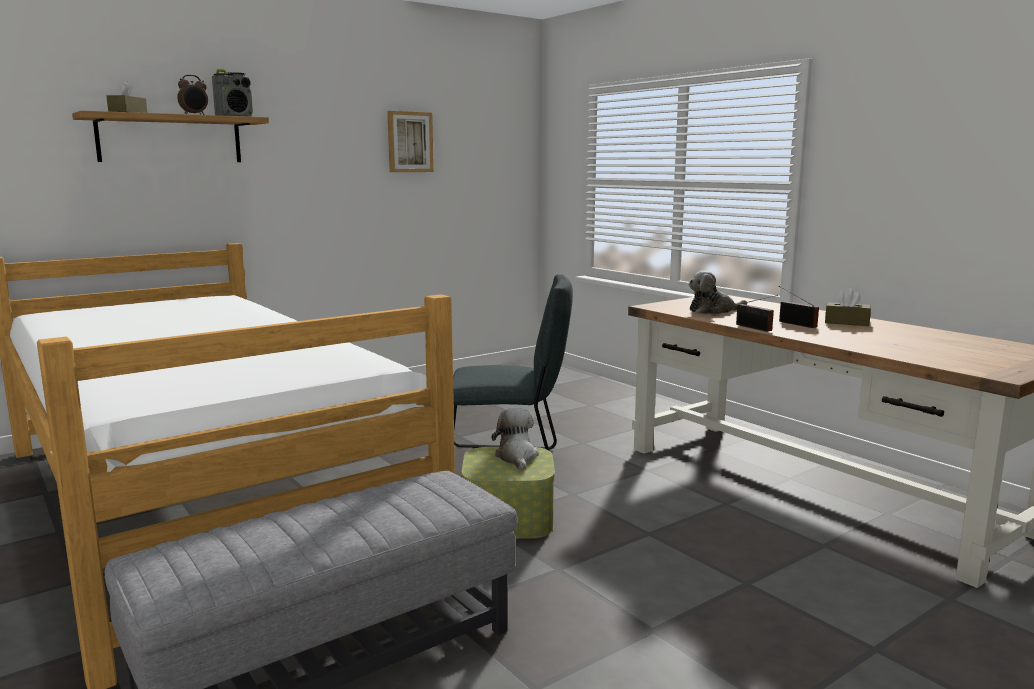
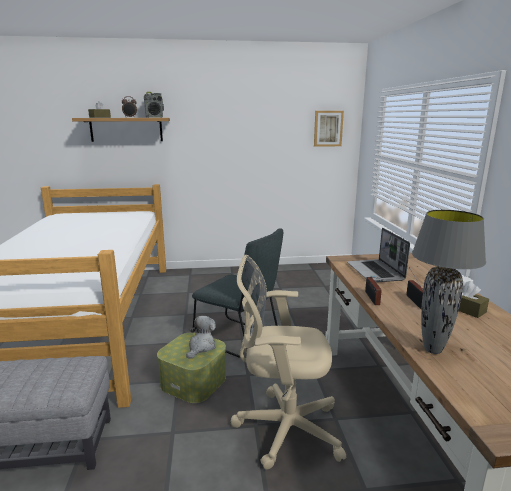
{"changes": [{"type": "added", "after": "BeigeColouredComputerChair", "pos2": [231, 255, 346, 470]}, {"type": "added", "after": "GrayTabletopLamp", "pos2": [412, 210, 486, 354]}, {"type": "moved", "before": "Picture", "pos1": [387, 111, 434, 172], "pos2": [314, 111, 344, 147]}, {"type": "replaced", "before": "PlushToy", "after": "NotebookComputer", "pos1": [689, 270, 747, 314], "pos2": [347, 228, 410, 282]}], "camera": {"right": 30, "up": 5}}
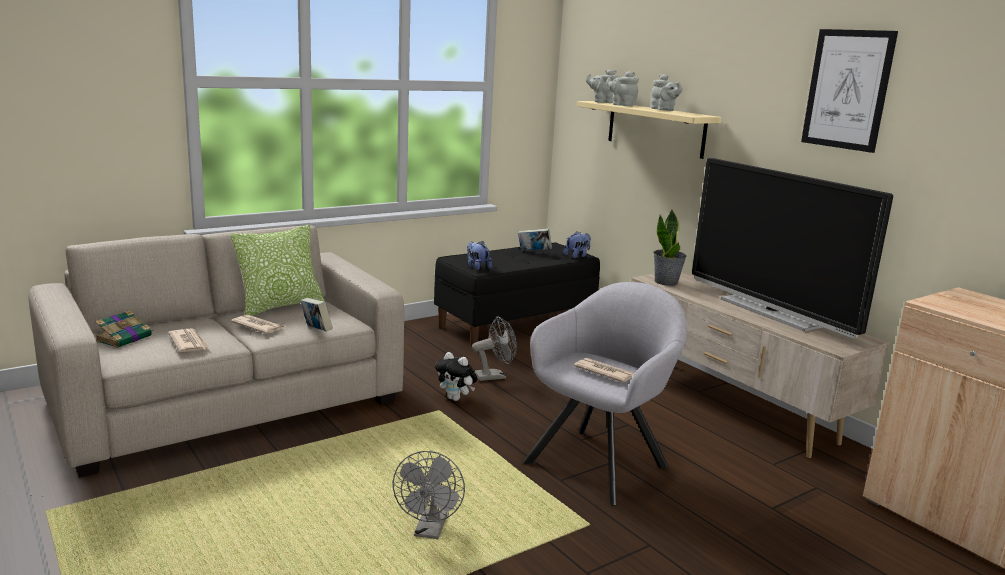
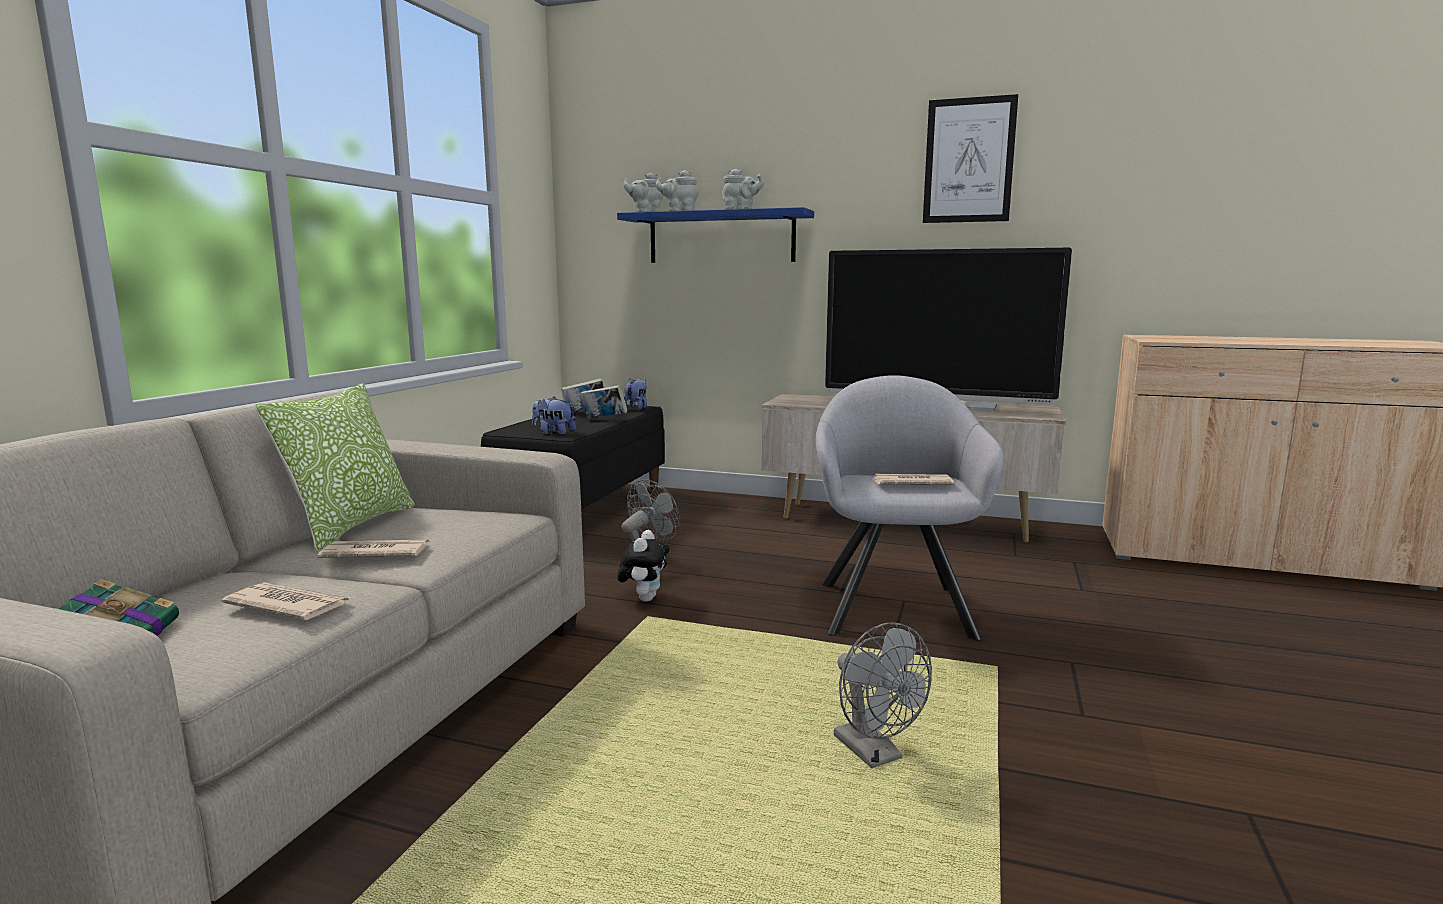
{"changes": [{"type": "removed", "before": "PottedPlant", "pos1": [653, 210, 687, 286]}, {"type": "moved", "before": "Volume", "pos1": [300, 298, 333, 332], "pos2": [580, 385, 628, 419]}, {"type": "recoloured", "before": "BeigeColouredWallShelf", "after": "BlueColouredWallShelf", "pos1": [577, 101, 722, 159], "pos2": [617, 207, 814, 263]}, {"type": "turned", "before": "PlushToy", "pos1": [435, 352, 478, 401], "pos2": [617, 530, 669, 602], "turn": -75}], "camera": {"right": -35, "up": -5}}
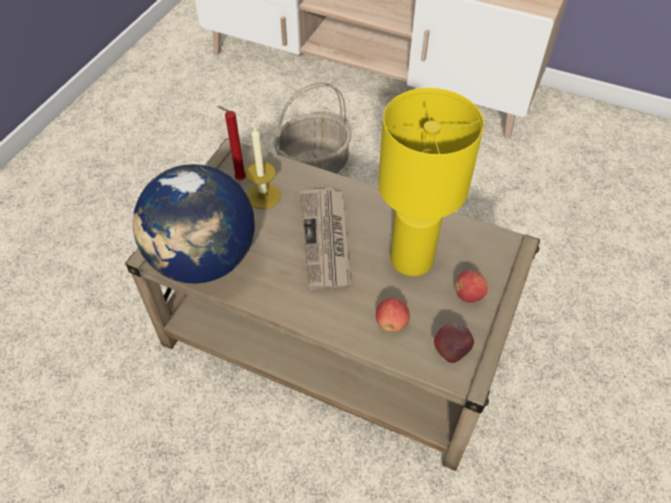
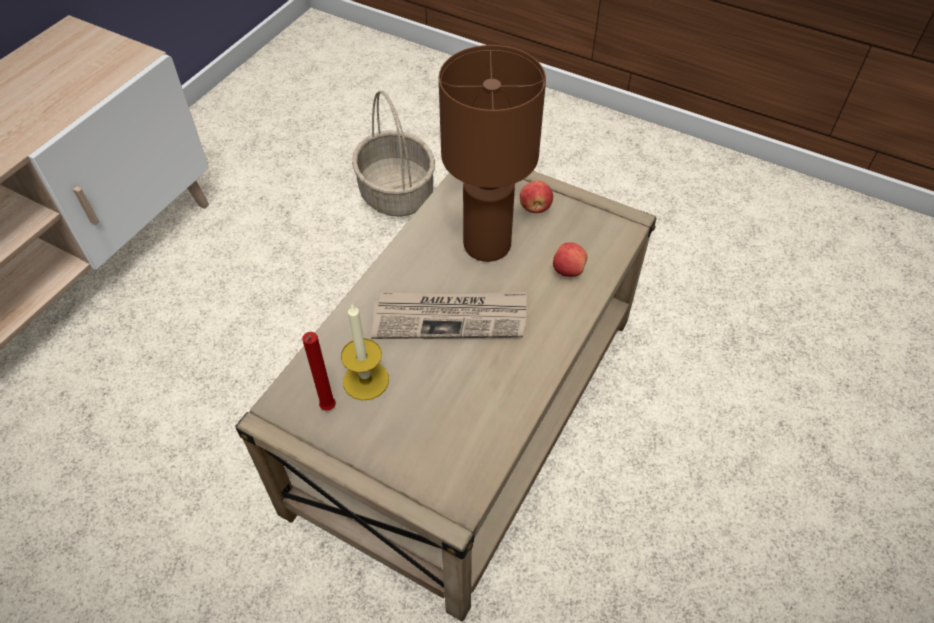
{"changes": [{"type": "removed", "before": "WorldGlobe", "pos1": [133, 164, 255, 284]}, {"type": "removed", "before": "WholeApple", "pos1": [434, 323, 474, 363]}, {"type": "moved", "before": "HouseholdBasket", "pos1": [274, 82, 351, 174], "pos2": [352, 90, 435, 217]}, {"type": "recoloured", "before": "YellowTabletopLamp", "after": "BrownColouredTabletopLamp", "pos1": [378, 88, 484, 276], "pos2": [439, 45, 546, 262]}], "camera": {"right": -85, "up": 0}}
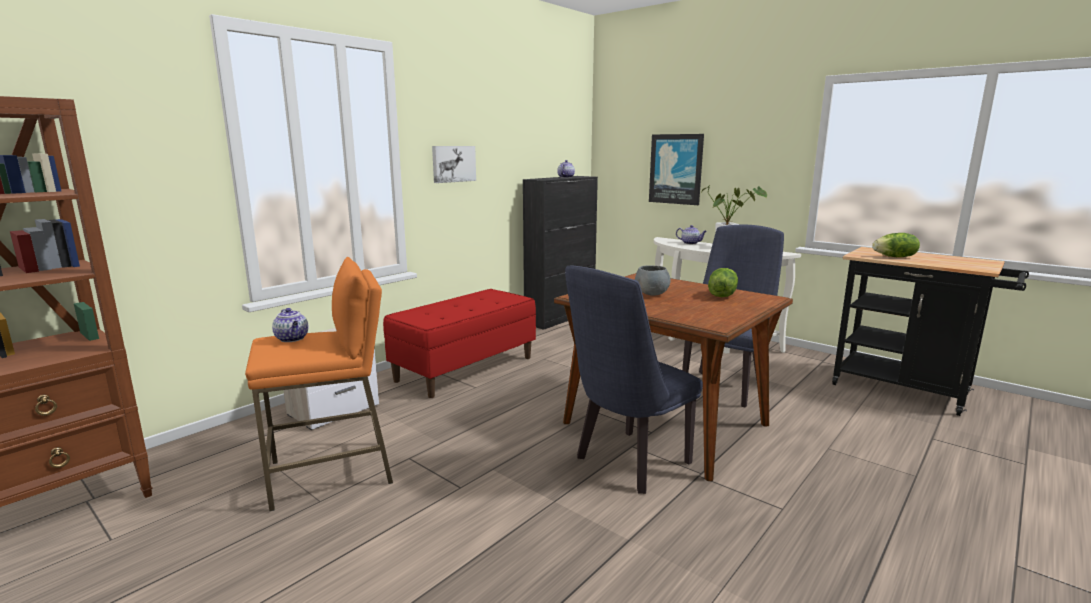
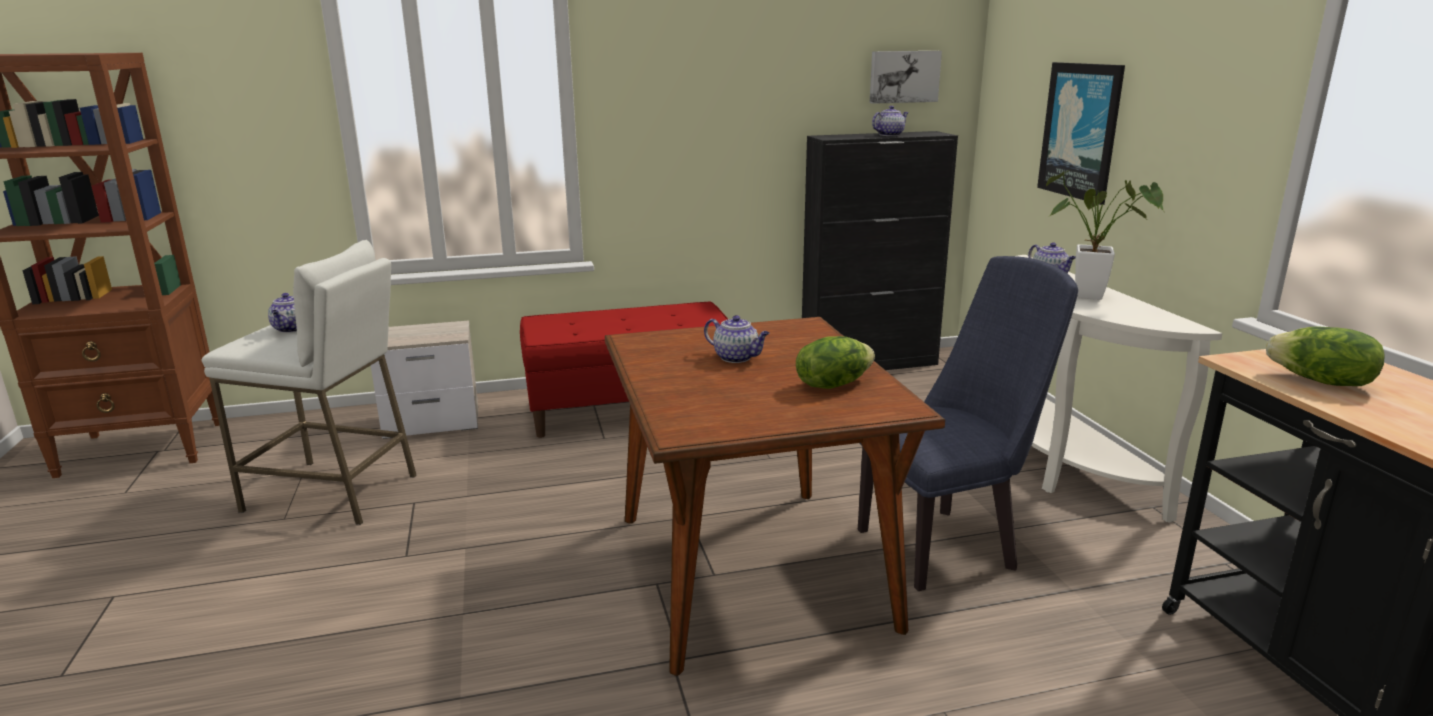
{"changes": [{"type": "removed", "before": "BlueColouredPlainChair", "pos1": [565, 265, 703, 494]}, {"type": "moved", "before": "Picture", "pos1": [432, 146, 476, 183], "pos2": [869, 51, 942, 104]}, {"type": "replaced", "before": "GrayDeepDish", "after": "Teapot", "pos1": [635, 265, 671, 296], "pos2": [704, 315, 770, 363]}, {"type": "recoloured", "before": "OrangeSittingStool", "after": "WhiteColouredSittingStool", "pos1": [245, 257, 393, 511], "pos2": [202, 240, 417, 525]}], "camera": {"right": 35, "up": 5}}
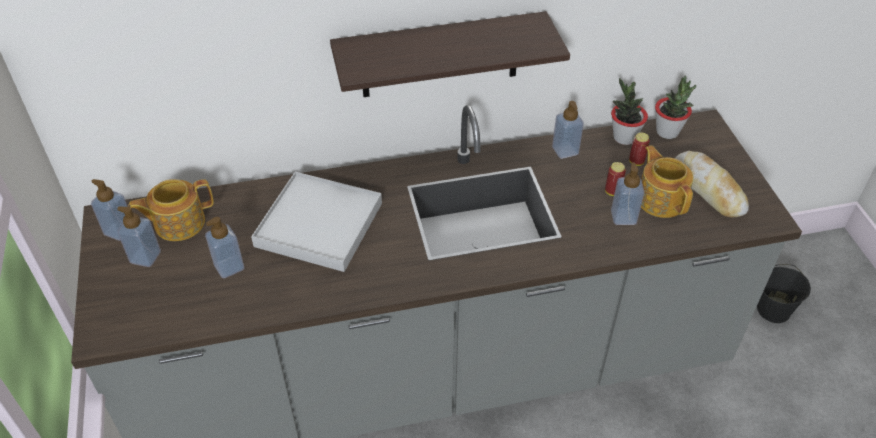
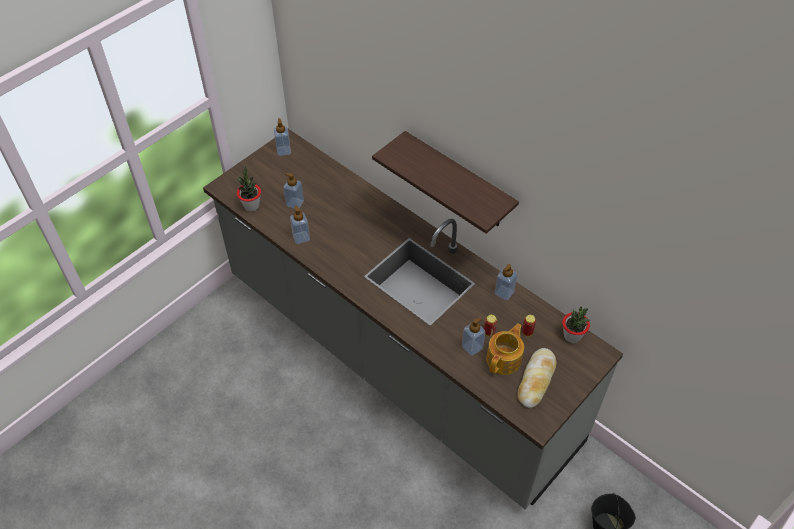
{"changes": [{"type": "removed", "before": "Teapot", "pos1": [128, 179, 214, 241]}, {"type": "removed", "before": "WhiteColouredTray", "pos1": [251, 172, 382, 272]}, {"type": "moved", "before": "LiquidSoapBottle", "pos1": [117, 207, 161, 267], "pos2": [290, 205, 310, 244]}, {"type": "moved", "before": "PottedPlant", "pos1": [611, 78, 648, 145], "pos2": [237, 166, 261, 212]}], "camera": {"right": 55, "up": 5}}
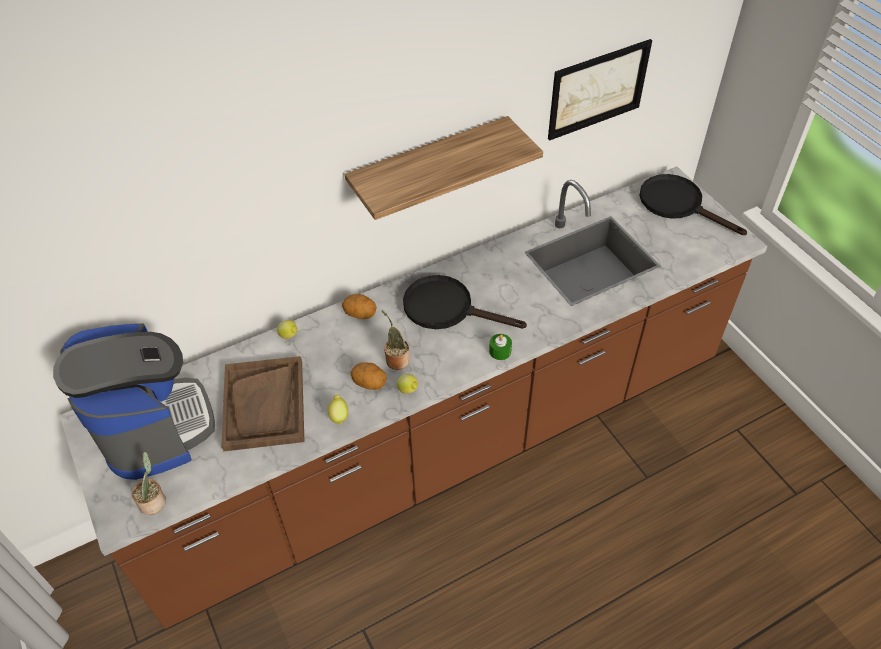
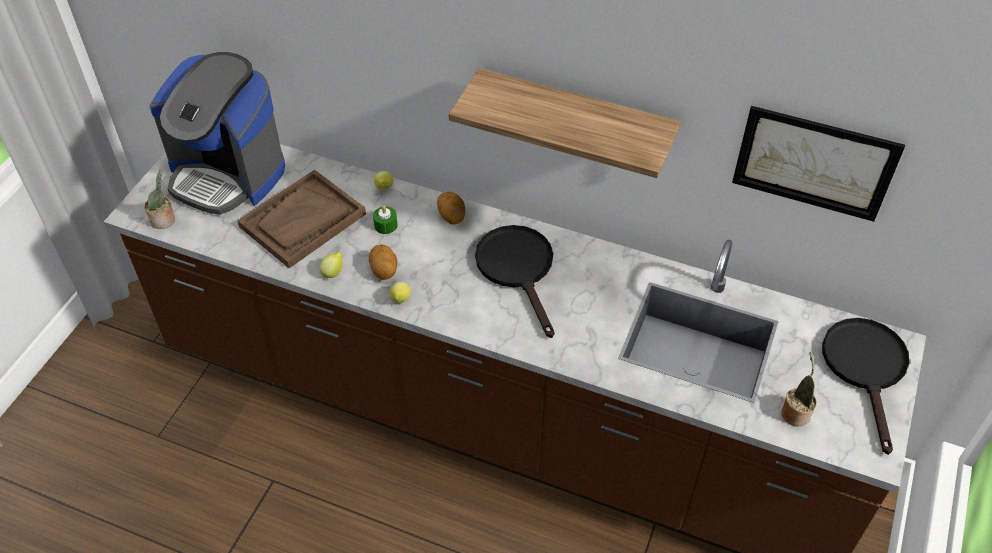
{"changes": [{"type": "moved", "before": "PottedPlant", "pos1": [382, 310, 410, 370], "pos2": [781, 352, 817, 426]}, {"type": "moved", "before": "GreenWaxLight", "pos1": [489, 334, 512, 360], "pos2": [373, 206, 398, 234]}, {"type": "turned", "before": "CoffeeMachine", "pos1": [53, 323, 215, 480], "pos2": [150, 52, 285, 215], "turn": 90}], "camera": {"right": 50, "up": 0}}
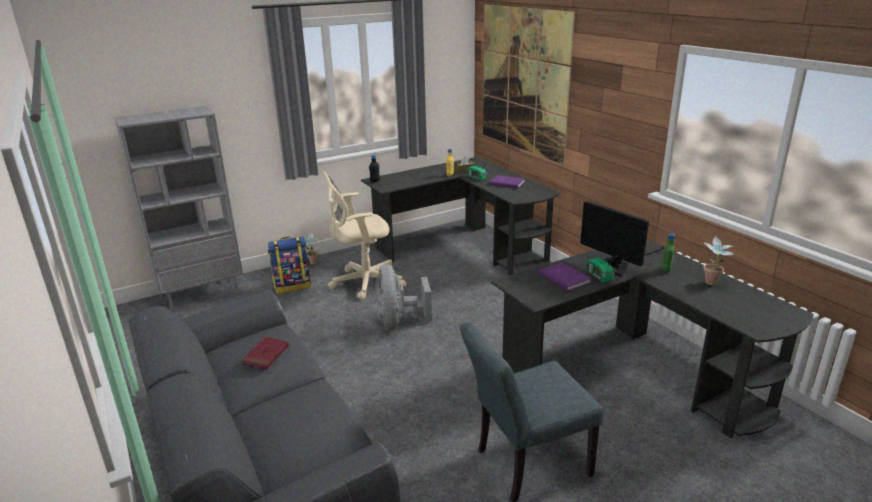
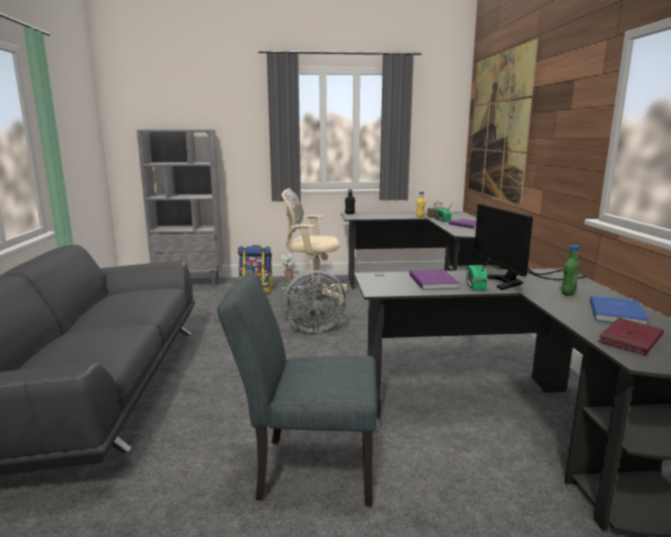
{"changes": [{"type": "moved", "before": "RedColouredVolume", "pos1": [241, 337, 289, 370], "pos2": [598, 318, 664, 355]}, {"type": "replaced", "before": "PottedPlant", "after": "BlueColouredVolume", "pos1": [703, 235, 734, 285], "pos2": [590, 296, 650, 325]}, {"type": "turned", "before": "GrayFan", "pos1": [374, 265, 432, 330], "pos2": [281, 270, 346, 332], "turn": -120}], "camera": {"right": 25, "up": -10}}
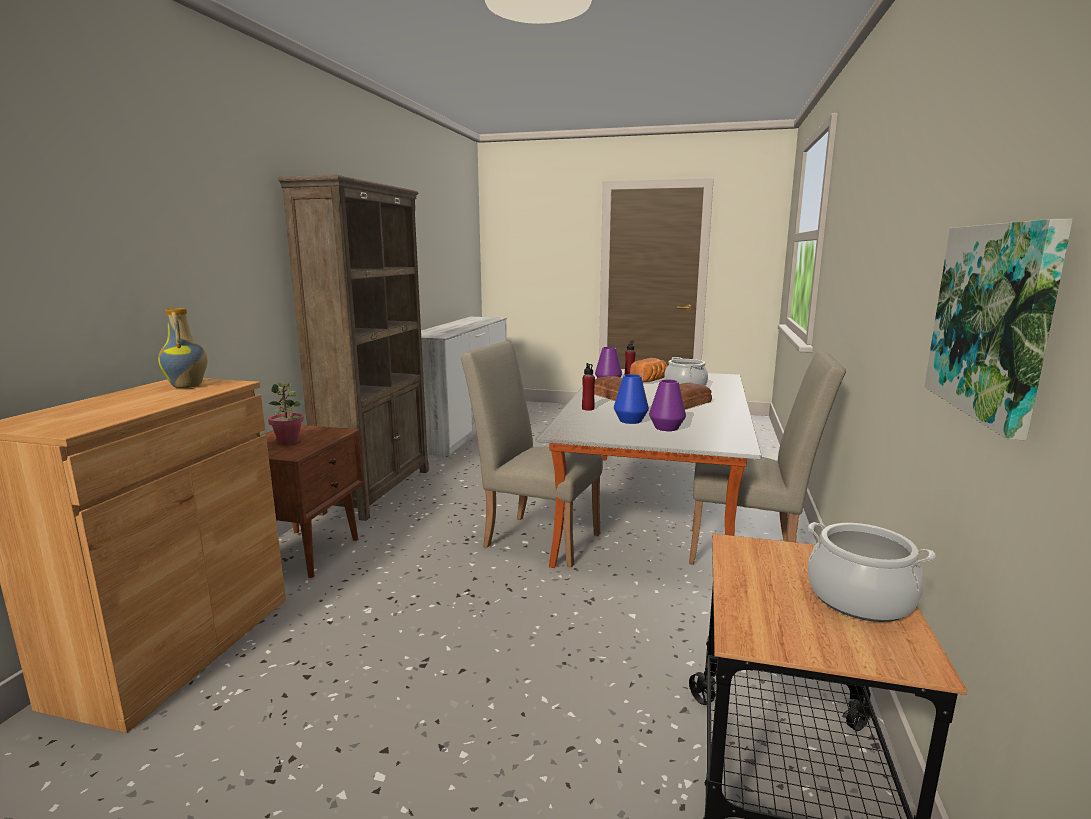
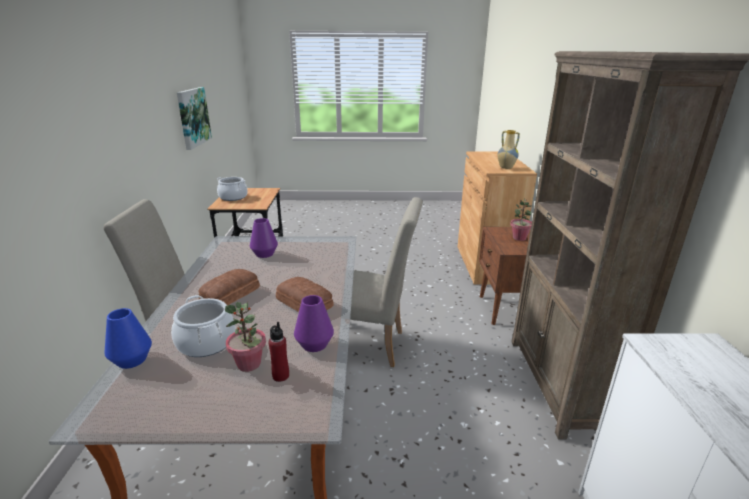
{"changes": [{"type": "removed", "before": "RedColouredBeverageBottle", "pos1": [582, 363, 595, 410]}, {"type": "moved", "before": "BlueColouredVase", "pos1": [614, 374, 649, 424], "pos2": [104, 308, 152, 369]}, {"type": "replaced", "before": "BakedBread", "after": "PottedPlant", "pos1": [630, 358, 667, 382], "pos2": [225, 302, 266, 372]}], "camera": {"right": 165, "up": 10}}
